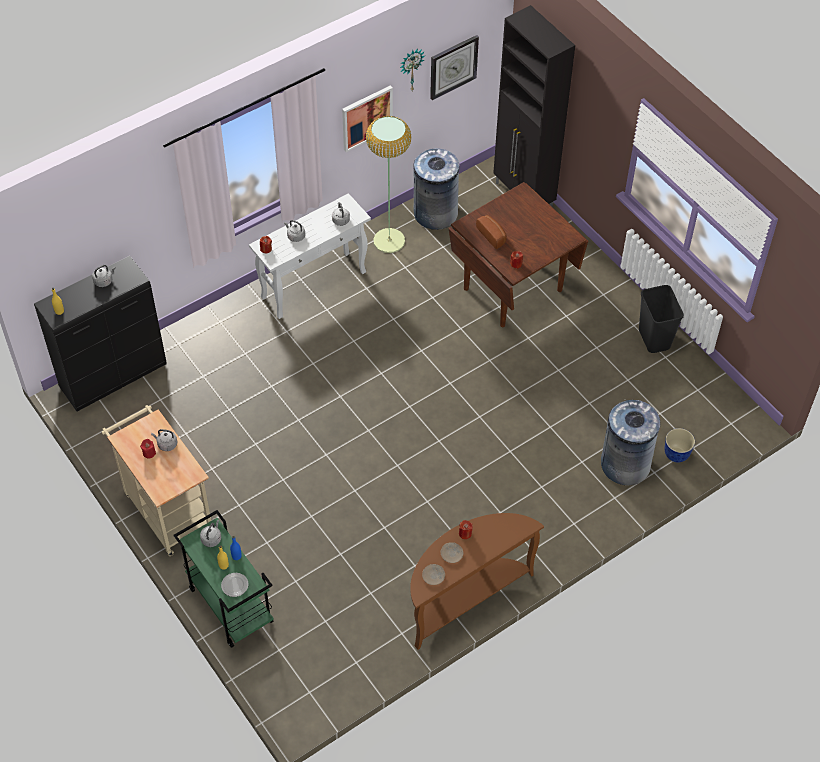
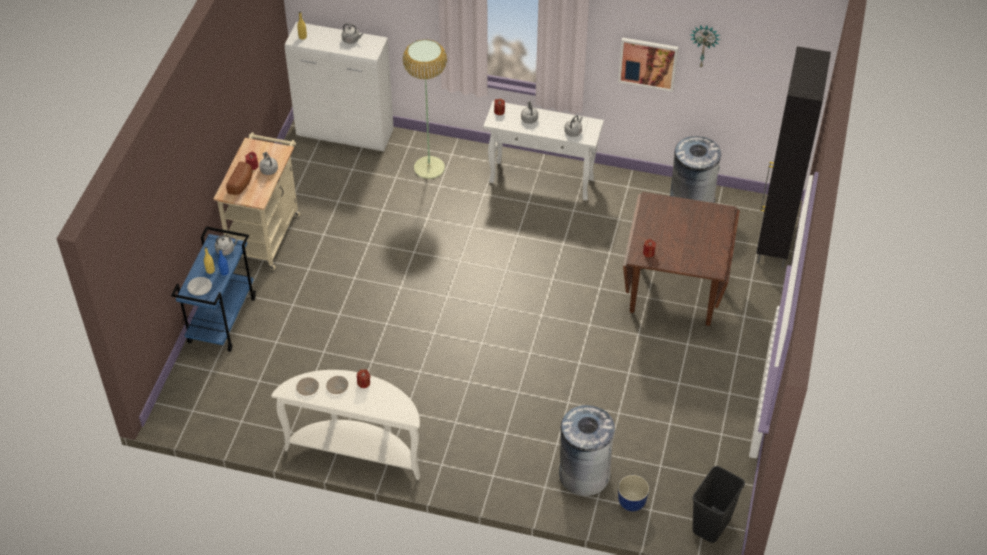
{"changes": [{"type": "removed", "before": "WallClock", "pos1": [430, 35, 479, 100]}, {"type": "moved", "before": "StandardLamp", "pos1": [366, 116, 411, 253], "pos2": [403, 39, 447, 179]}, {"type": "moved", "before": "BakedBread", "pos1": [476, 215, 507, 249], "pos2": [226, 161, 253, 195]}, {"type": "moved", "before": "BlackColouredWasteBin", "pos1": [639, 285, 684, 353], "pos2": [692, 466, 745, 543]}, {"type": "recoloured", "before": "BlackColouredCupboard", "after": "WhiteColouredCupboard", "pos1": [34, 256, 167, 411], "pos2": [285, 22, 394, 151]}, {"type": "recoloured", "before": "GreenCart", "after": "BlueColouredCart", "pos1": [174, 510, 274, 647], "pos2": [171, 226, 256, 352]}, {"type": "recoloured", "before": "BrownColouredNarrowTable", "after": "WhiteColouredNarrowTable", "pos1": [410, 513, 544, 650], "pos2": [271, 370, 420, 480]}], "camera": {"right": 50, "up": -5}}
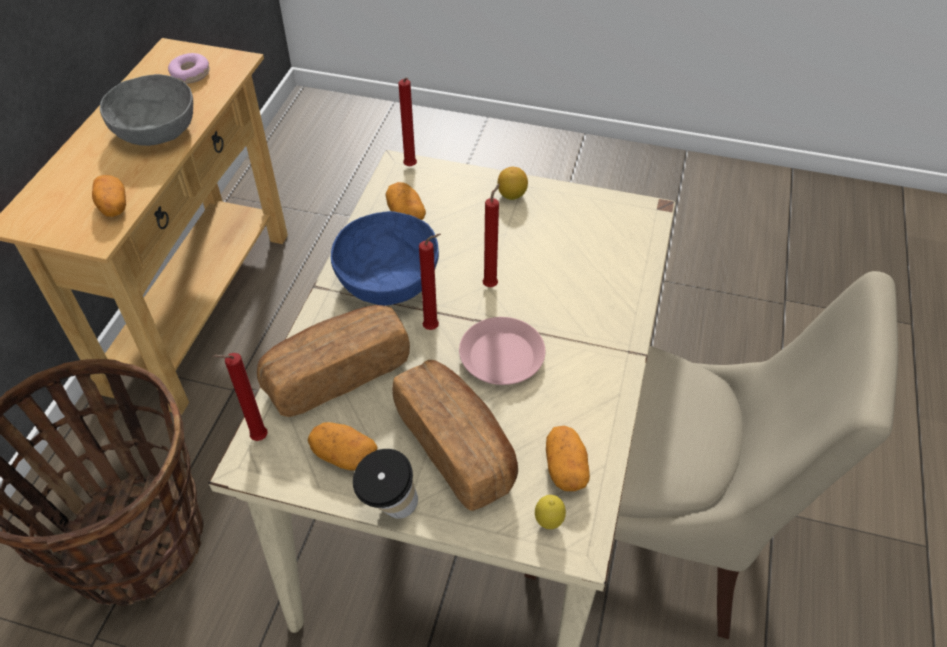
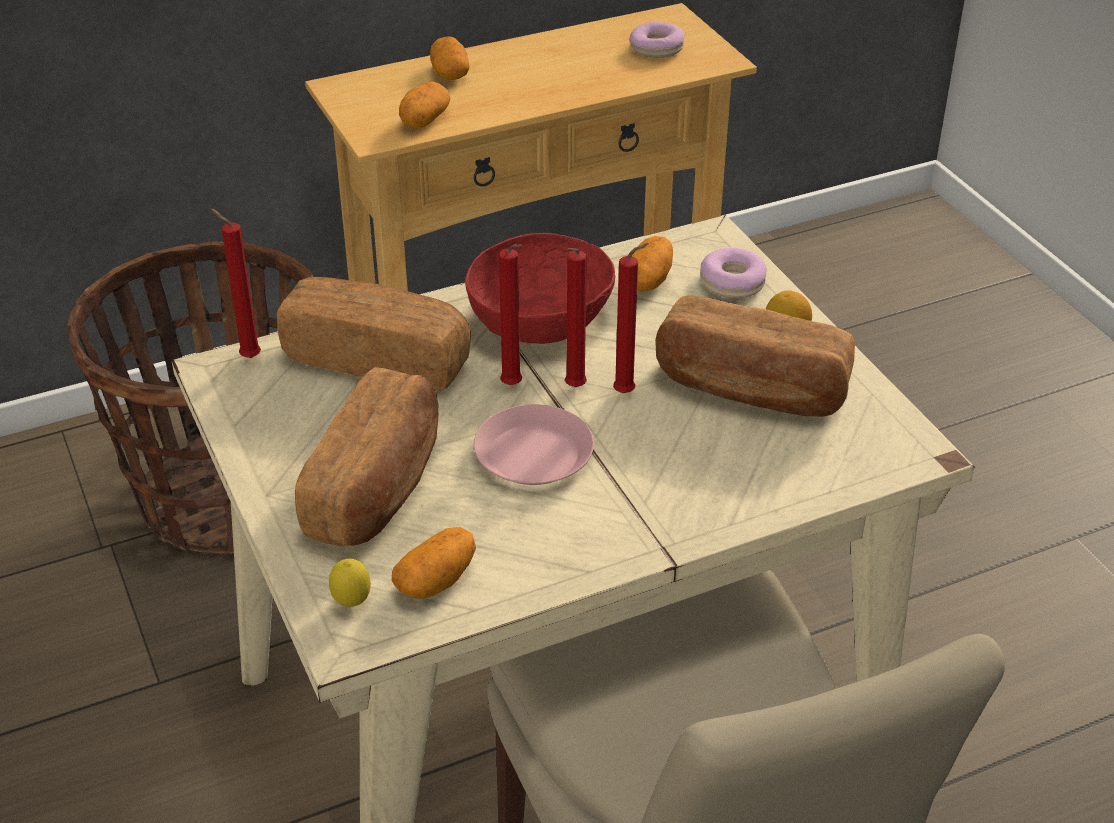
{"changes": [{"type": "removed", "before": "GrayDeepDish", "pos1": [100, 74, 193, 146]}, {"type": "removed", "before": "SmallCup", "pos1": [353, 449, 418, 519]}, {"type": "added", "after": "BakedBread", "pos2": [655, 295, 855, 417]}, {"type": "added", "after": "Doughnut", "pos2": [700, 248, 767, 298]}, {"type": "moved", "before": "Spud", "pos1": [308, 422, 377, 471], "pos2": [430, 37, 469, 80]}, {"type": "moved", "before": "RedColouredWaxLight", "pos1": [398, 77, 417, 167], "pos2": [565, 248, 587, 387]}, {"type": "recoloured", "before": "BlueColouredDeepDish", "after": "RedColouredDeepDish", "pos1": [331, 211, 439, 306], "pos2": [465, 233, 616, 344]}], "camera": {"right": 50, "up": -10}}
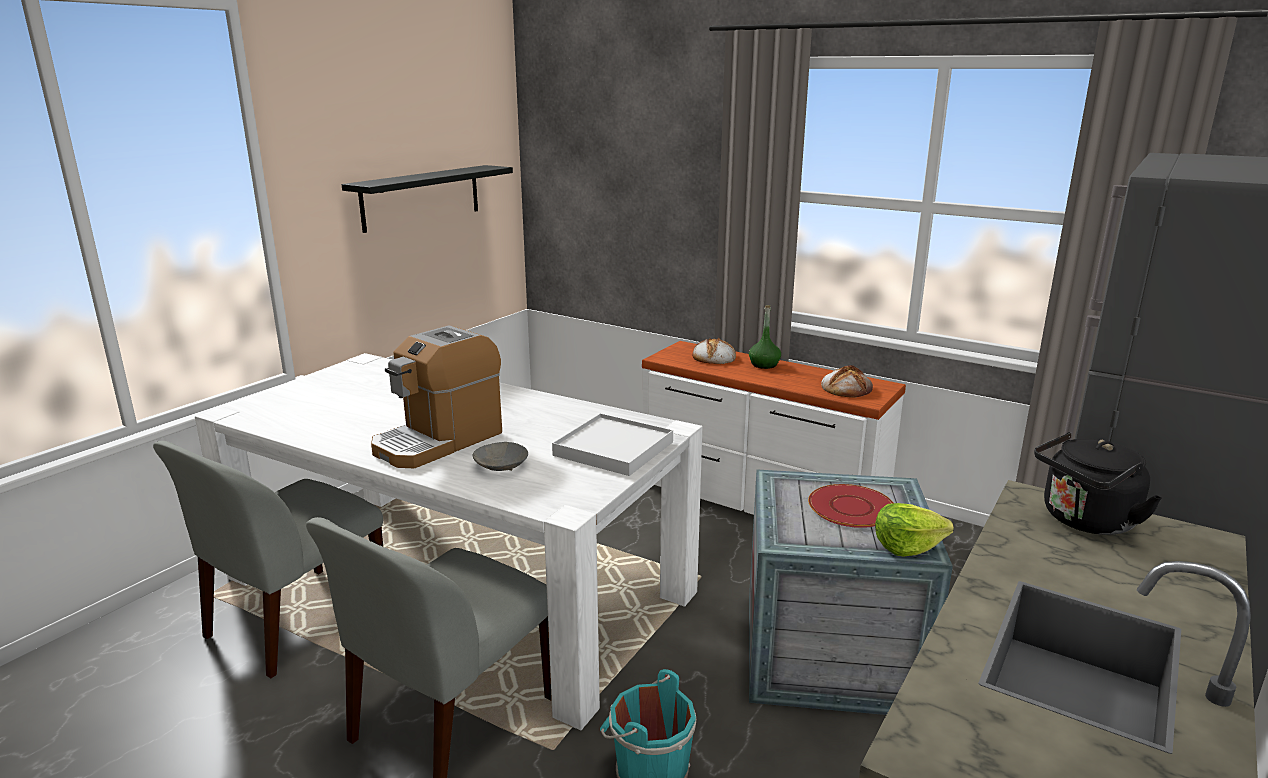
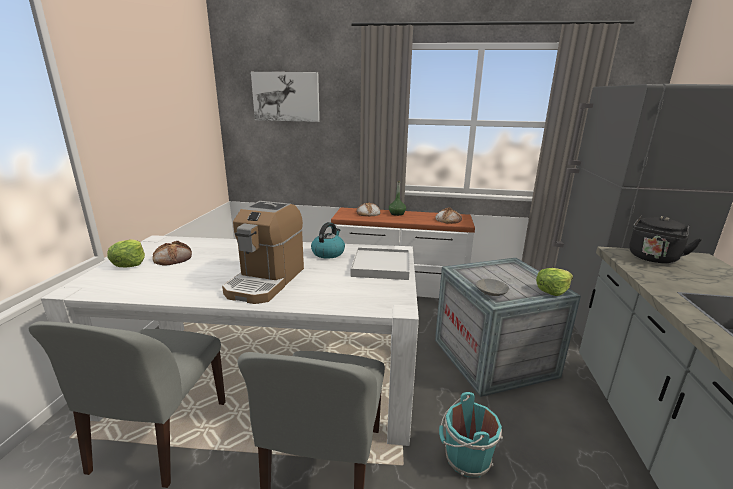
{"changes": [{"type": "removed", "before": "BlackColouredWallShelf", "pos1": [342, 165, 513, 233]}, {"type": "removed", "before": "RedColouredFlatDish", "pos1": [808, 484, 893, 528]}, {"type": "added", "after": "LettuceHead", "pos2": [107, 239, 145, 267]}, {"type": "added", "after": "BakedBread", "pos2": [152, 241, 192, 265]}, {"type": "added", "after": "Picture", "pos2": [251, 72, 320, 122]}, {"type": "added", "after": "Kettle", "pos2": [311, 222, 345, 259]}, {"type": "moved", "before": "GrayDeepDish", "pos1": [472, 442, 528, 471], "pos2": [476, 279, 509, 296]}], "camera": {"right": -25, "up": 0}}
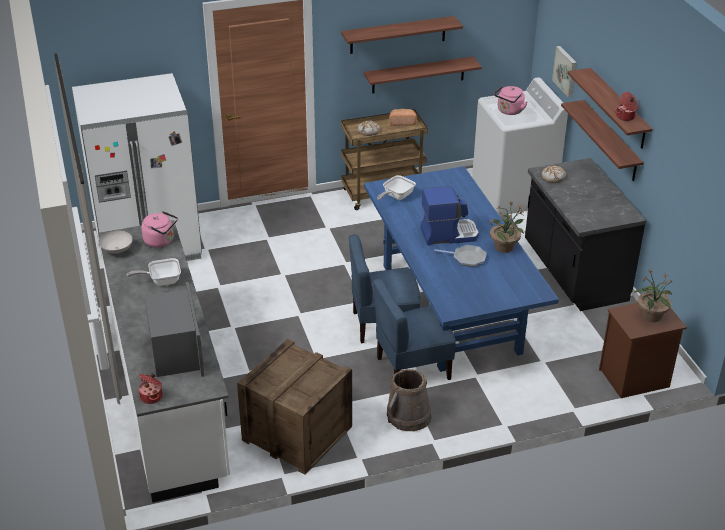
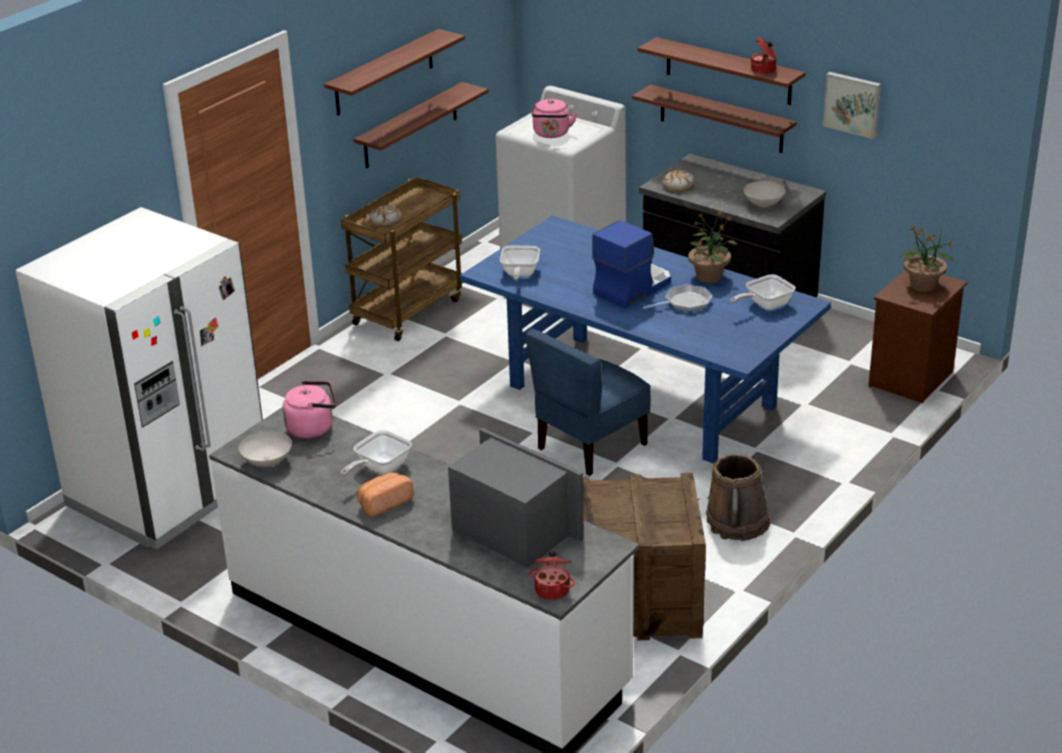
{"changes": [{"type": "removed", "before": "BlueColouredPlainChair", "pos1": [373, 278, 456, 380]}, {"type": "added", "after": "FryingPan", "pos2": [731, 274, 796, 310]}, {"type": "added", "after": "WhiteColouredDeepDish", "pos2": [743, 181, 786, 207]}, {"type": "moved", "before": "BakedBread", "pos1": [389, 109, 417, 126], "pos2": [357, 472, 414, 517]}, {"type": "moved", "before": "Picture", "pos1": [552, 46, 577, 97], "pos2": [823, 72, 881, 139]}], "camera": {"right": -35, "up": -5}}
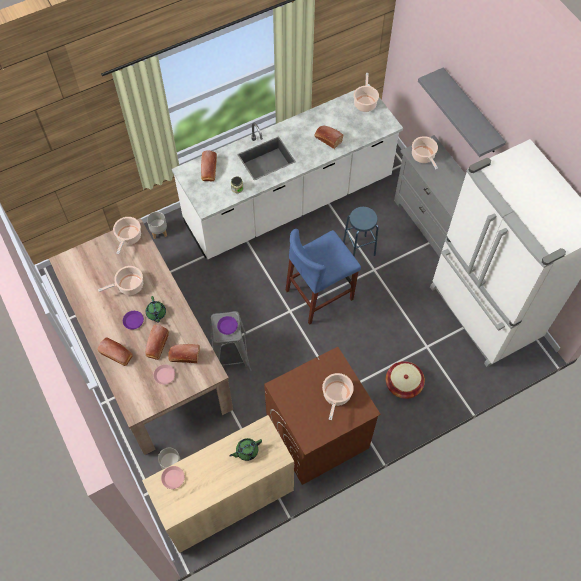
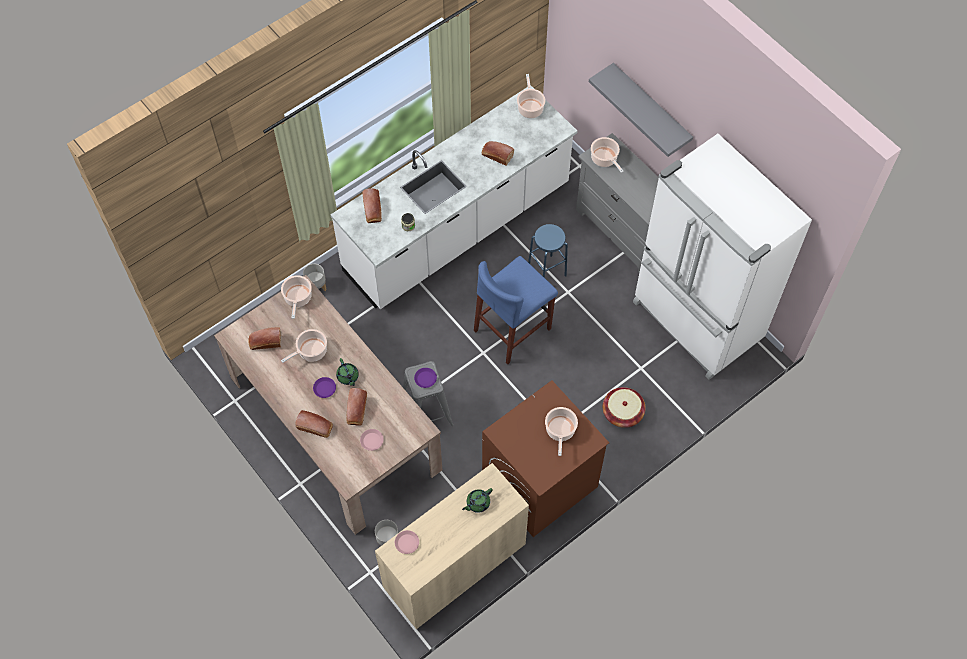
{"changes": [{"type": "moved", "before": "BakedBread", "pos1": [168, 344, 200, 363], "pos2": [248, 327, 281, 350]}], "camera": {"right": -10, "up": 0}}
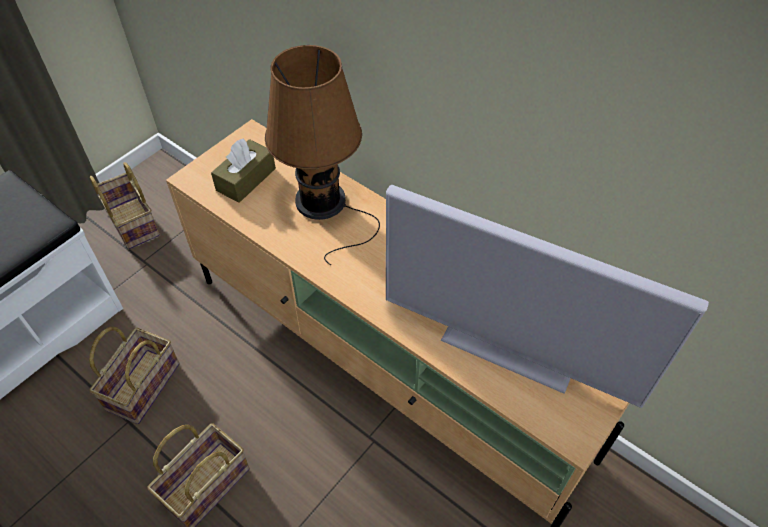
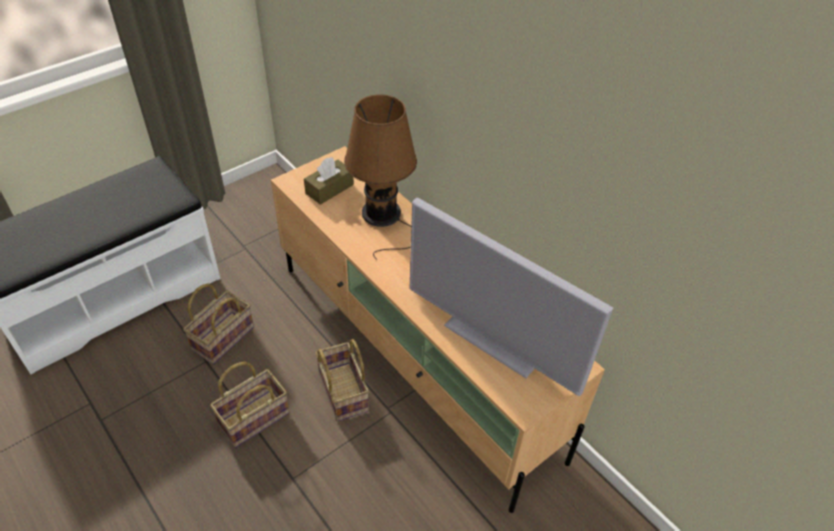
{"changes": [{"type": "moved", "before": "HouseholdBasket", "pos1": [90, 162, 160, 249], "pos2": [315, 339, 369, 421]}], "camera": {"right": 10, "up": -5}}
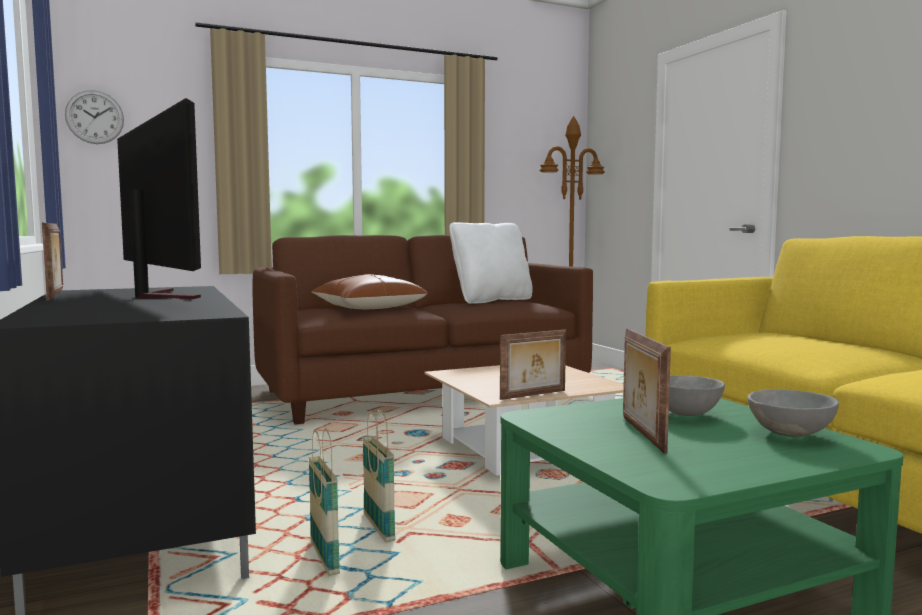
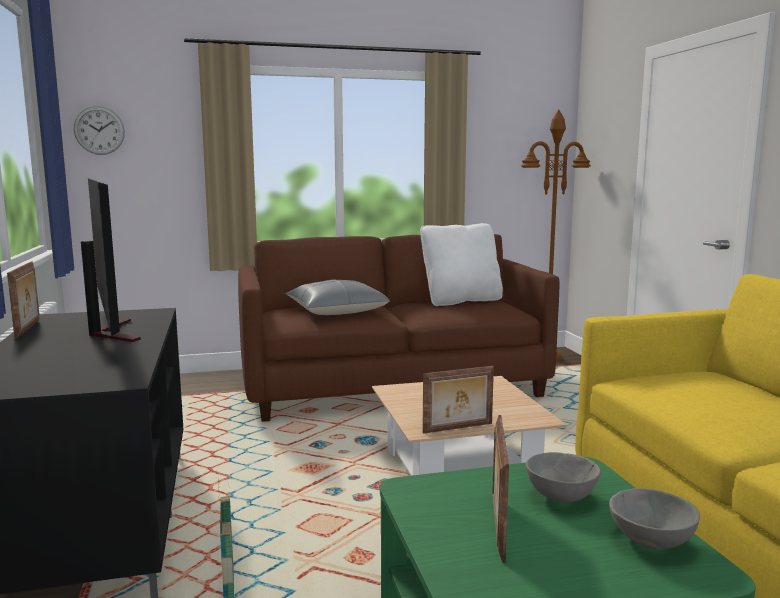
{"changes": [{"type": "removed", "before": "HouseholdBasket", "pos1": [362, 410, 396, 542]}, {"type": "recoloured", "before": "BrownColouredThrowPillow", "after": "GrayThrowPillow", "pos1": [311, 274, 428, 309], "pos2": [285, 279, 390, 315]}], "camera": {"right": 10, "up": 5}}
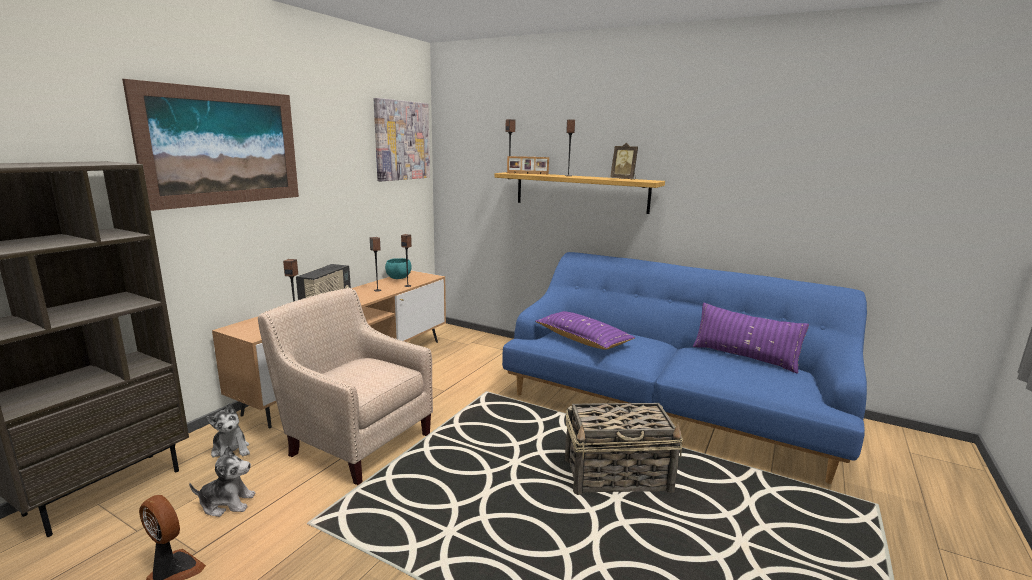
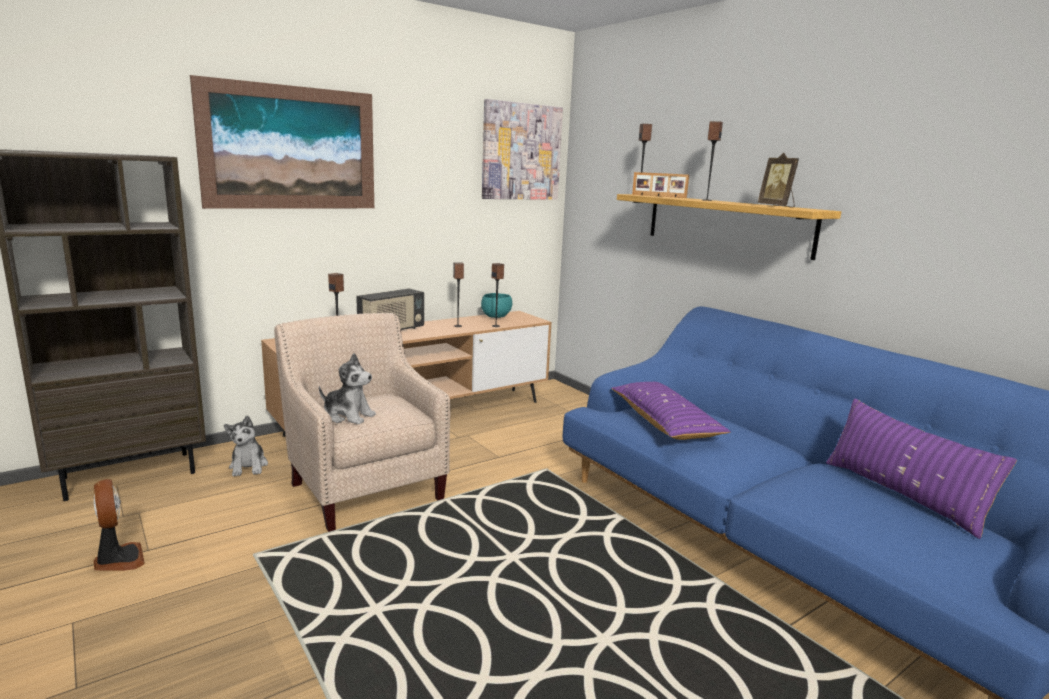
{"changes": [{"type": "removed", "before": "HouseholdBasket", "pos1": [565, 403, 683, 495]}, {"type": "moved", "before": "PlushToy", "pos1": [189, 446, 256, 517], "pos2": [319, 353, 376, 424]}], "camera": {"right": 25, "up": 0}}
